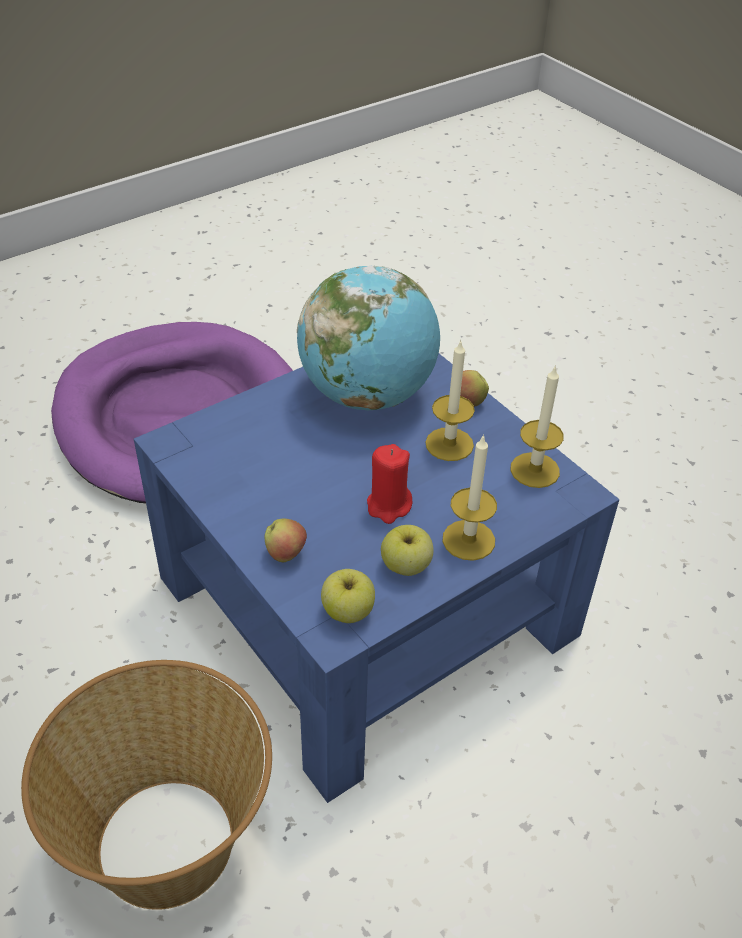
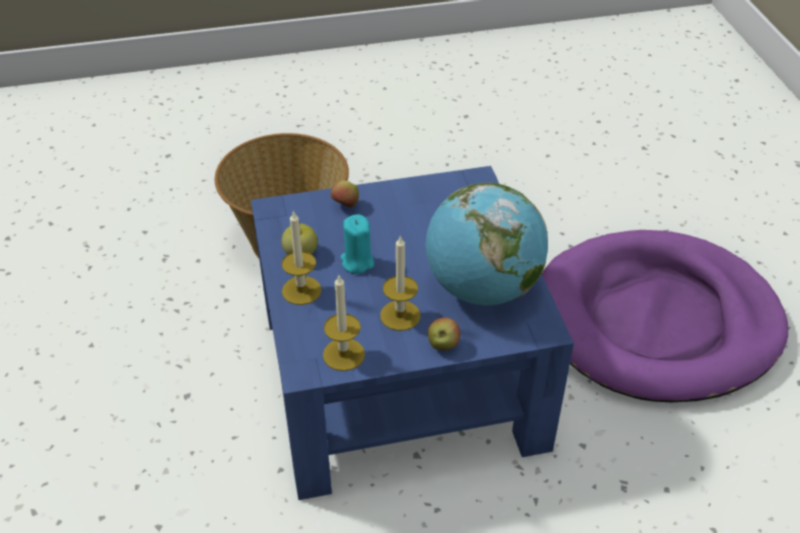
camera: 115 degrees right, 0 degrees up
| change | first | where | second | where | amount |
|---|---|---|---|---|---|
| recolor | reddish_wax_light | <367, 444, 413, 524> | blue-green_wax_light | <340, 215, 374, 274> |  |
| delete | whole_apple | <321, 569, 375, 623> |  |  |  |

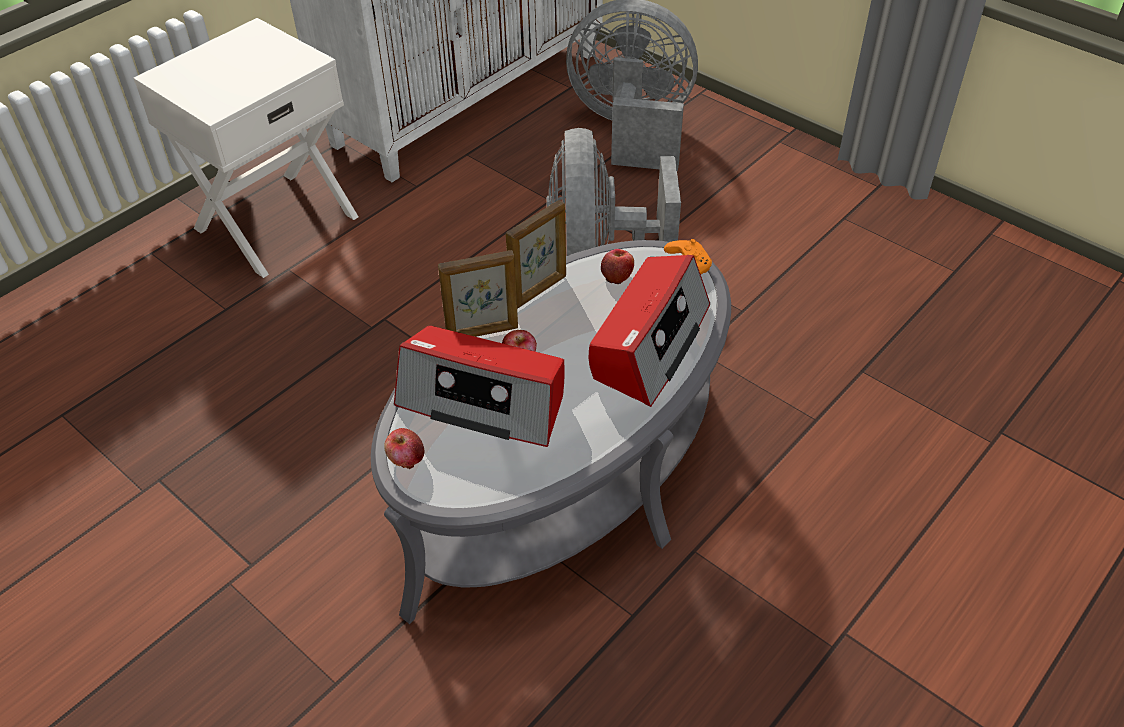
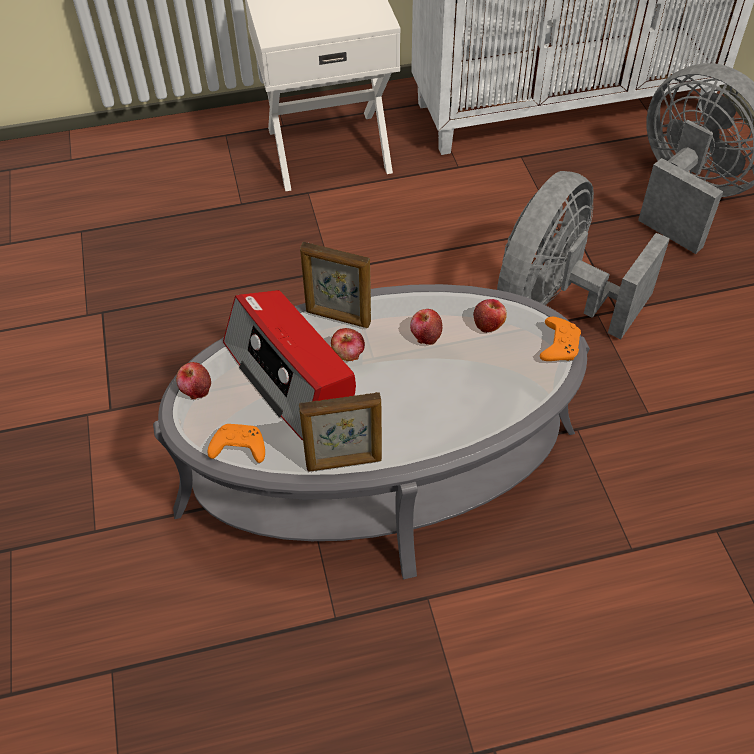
camera: 35 degrees right, 5 degrees up
| change | first | where | second | where | amount |
|---|---|---|---|---|---|
| move | standing_frame | <506, 200, 566, 309> |  | <299, 392, 382, 471> |  |
| delete | radio | <589, 255, 710, 407> |  |  |  |
| insert |  |  | whole_apple | <410, 309, 442, 345> |  |
| insert |  |  | orange-coloured_gamepad | <208, 424, 265, 463> |  |

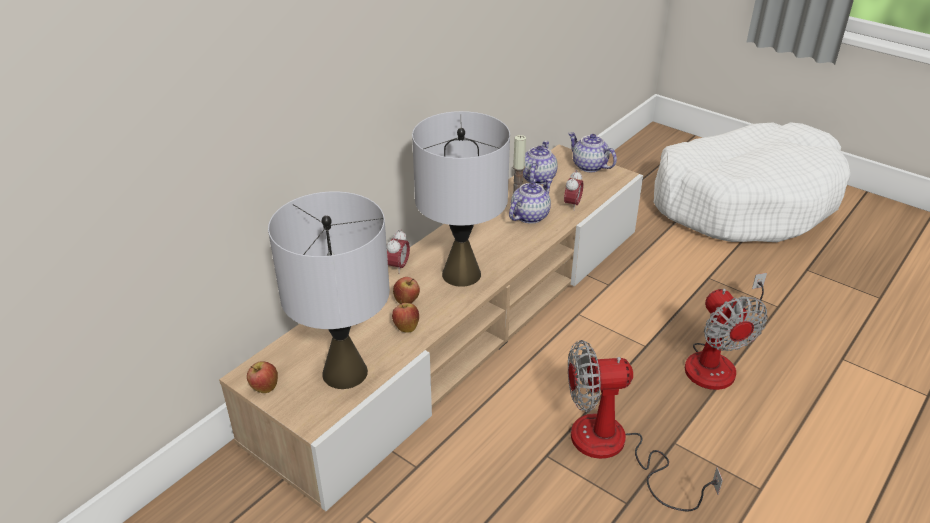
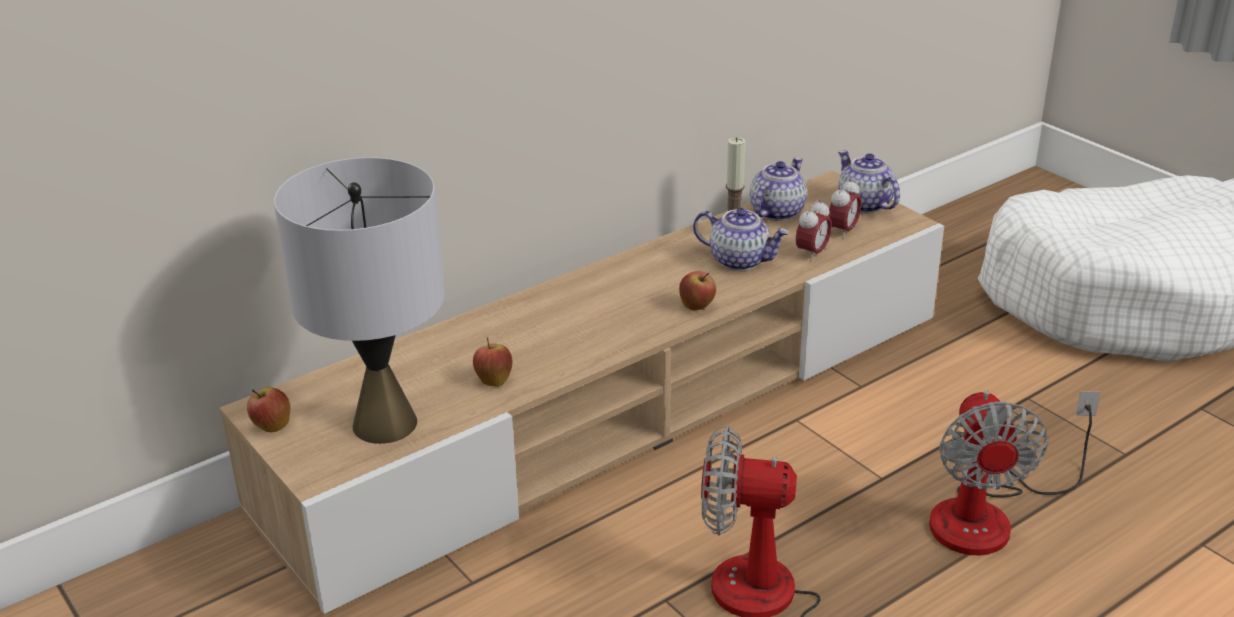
camera: 15 degrees right, 5 degrees down
| change | first | where | second | where | amount |
|---|---|---|---|---|---|
| delete | gray_lamp_for_a_table | <412, 111, 510, 287> |  |  |  |
| rotate | teapot | <509, 179, 552, 224> |  | <693, 208, 790, 271> | 60 degrees clockwise |
| move | table_clock | <387, 230, 410, 274> |  | <828, 178, 862, 239> |  |
| move | whole_apple | <393, 277, 420, 304> |  | <679, 271, 716, 311> |  |

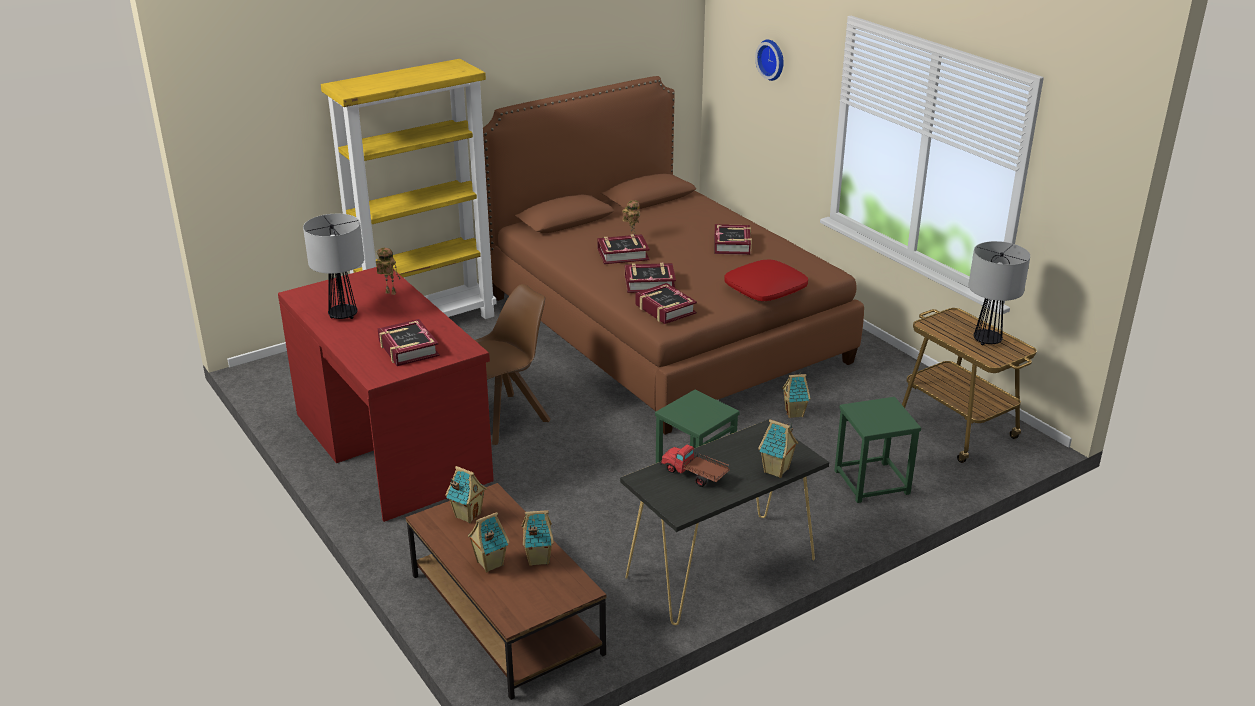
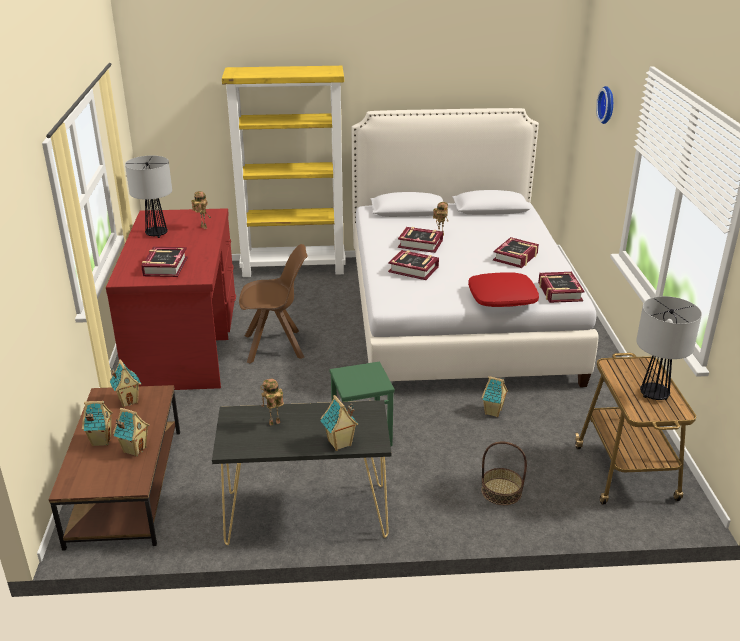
camera: 30 degrees right, 0 degrees up
| change | first | where | second | where | amount |
|---|---|---|---|---|---|
| recolor | brown-coloured_bedroom_bed | <483, 76, 864, 435> | whitish_bedroom_bed | <351, 108, 598, 387> |  |
| move | volume | <635, 283, 697, 324> |  | <538, 272, 584, 303> |  |
| replace | green-coloured_stool | <834, 397, 921, 503> | storage_basket | <481, 441, 527, 505> |  |
| replace | toy_lorry | <660, 445, 730, 487> | robot_figure | <261, 379, 284, 426> |  |

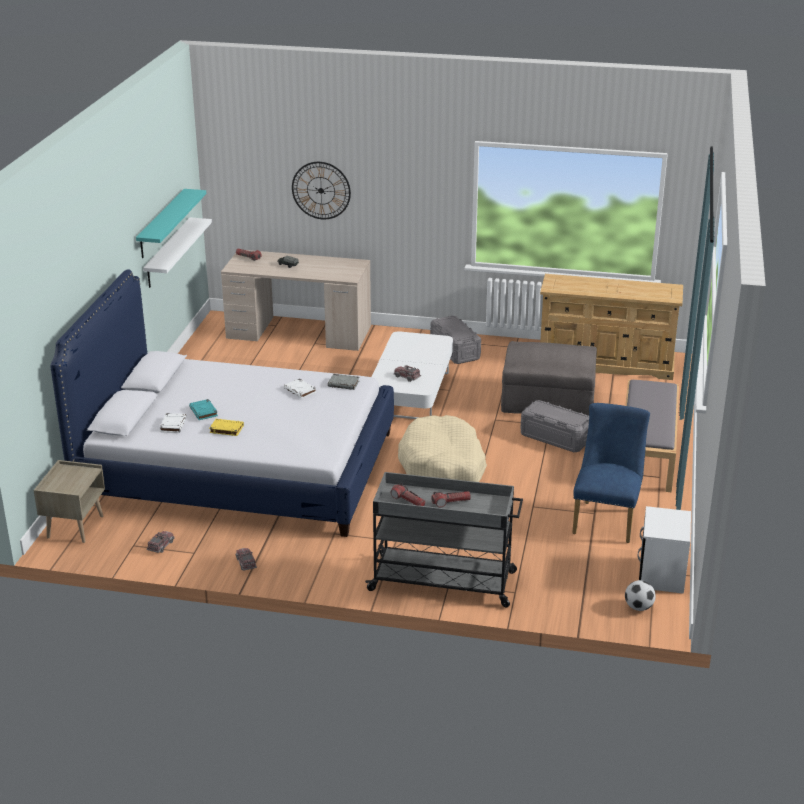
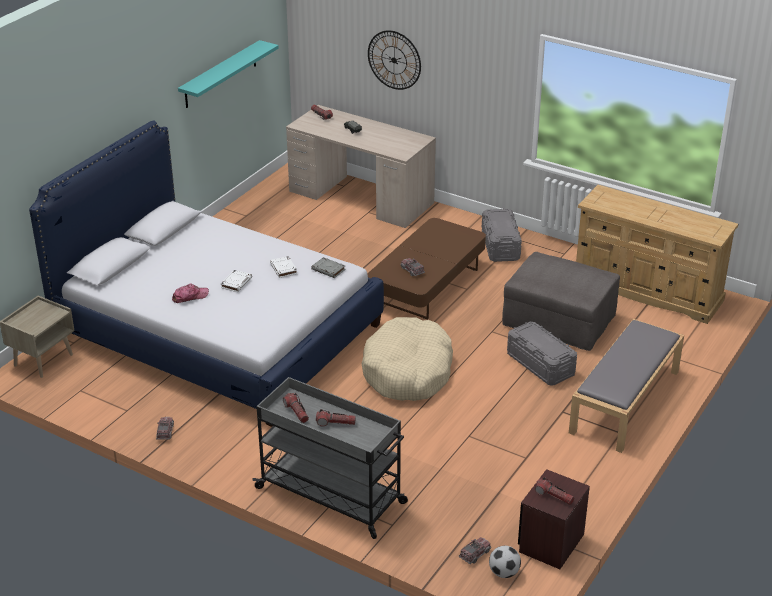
camera: 20 degrees right, 5 degrees up
| change | first | where | second | where | amount |
|---|---|---|---|---|---|
| delete | whitish_bracket_shelf | <143, 217, 212, 288> |  |  |  |
| recolor | whitish_low_table | <372, 331, 453, 419> | brown-coloured_low_table | <368, 218, 486, 319> |  |
| delete | blue-green_volume | <189, 399, 218, 420> |  |  |  |
| delete | blue_chair | <572, 403, 650, 543> |  |  |  |
| move | whitish_volume | <160, 413, 187, 433> |  | <221, 270, 252, 292> |  |
| replace | yellow-coloured_volume | <209, 419, 244, 436> | peaked_cap | <172, 283, 209, 303> |  |
| recolor | whitish_night_table | <637, 506, 691, 594> | brown-coloured_night_table | <518, 469, 590, 569> |  |
| move | toy_lorry | <147, 531, 174, 553> |  | <458, 537, 491, 564> |  |
| insert |  |  | flashlight | <535, 477, 574, 505> |  |

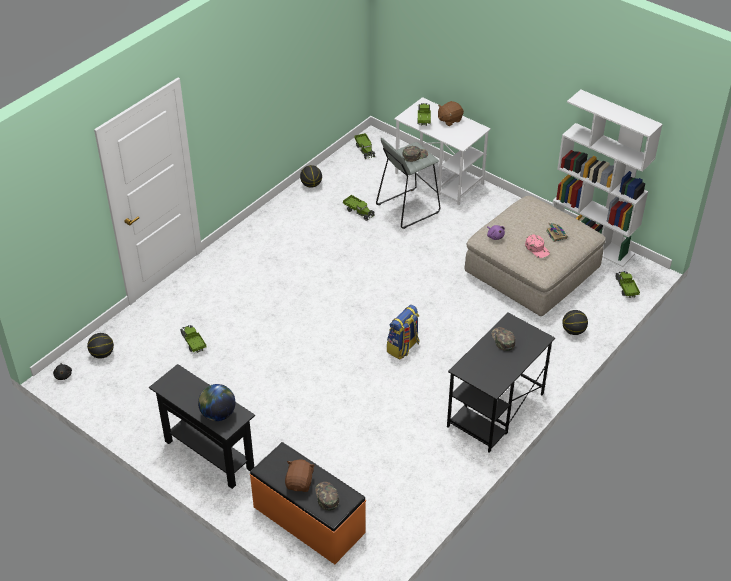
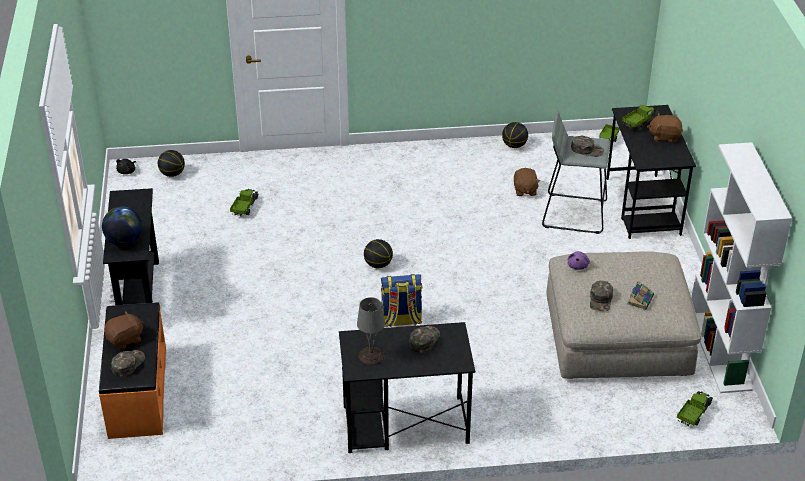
camera: 45 degrees right, 5 degrees down
| change | first | where | second | where | amount |
|---|---|---|---|---|---|
| recolor | whitish_desk | <394, 97, 491, 205> | black_desk | <606, 105, 696, 239> |  |
| replace | toy_lorry | <343, 195, 375, 221> | brown-coloured_plush_toy | <514, 168, 540, 196> |  |
| recolor | pink_peaked_cap | <525, 234, 550, 258> | green-coloured_peaked_cap | <590, 281, 613, 311> |  |
| move | basketball_ball | <562, 310, 588, 335> |  | <364, 239, 393, 268> |  |
| insert |  |  | gray_lamp_for_a_table | <357, 297, 385, 366> |  |

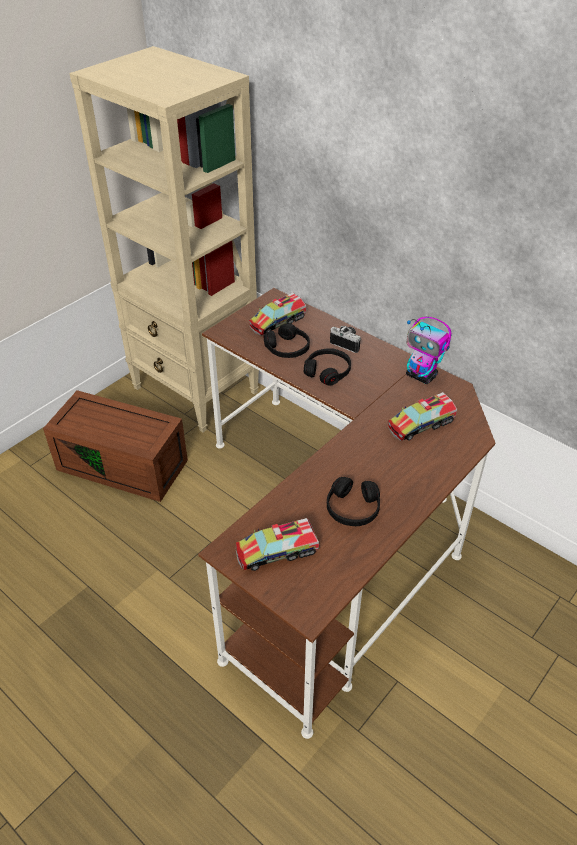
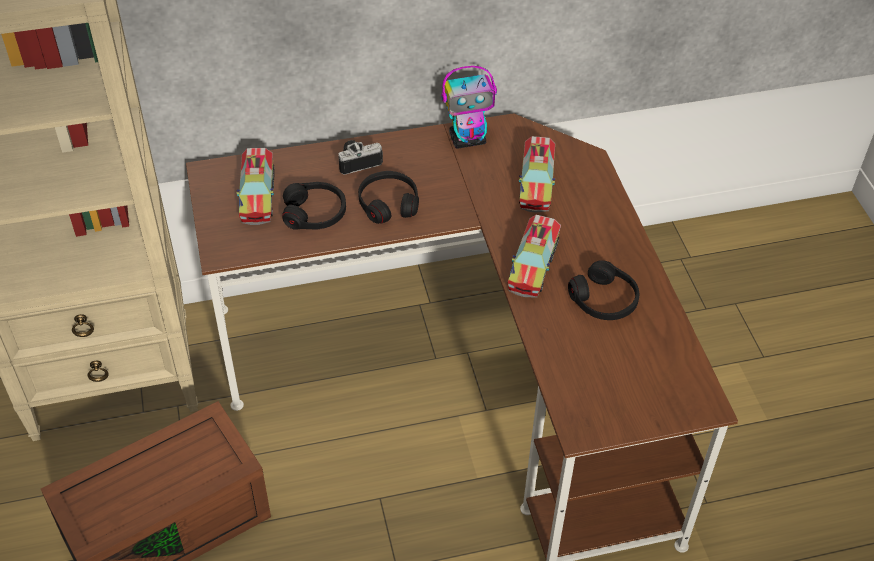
camera: 55 degrees left, 5 degrees up
| change | first | where | second | where | amount |
|---|---|---|---|---|---|
| move | toy_lorry | <235, 518, 320, 571> |  | <507, 215, 561, 298> |  |

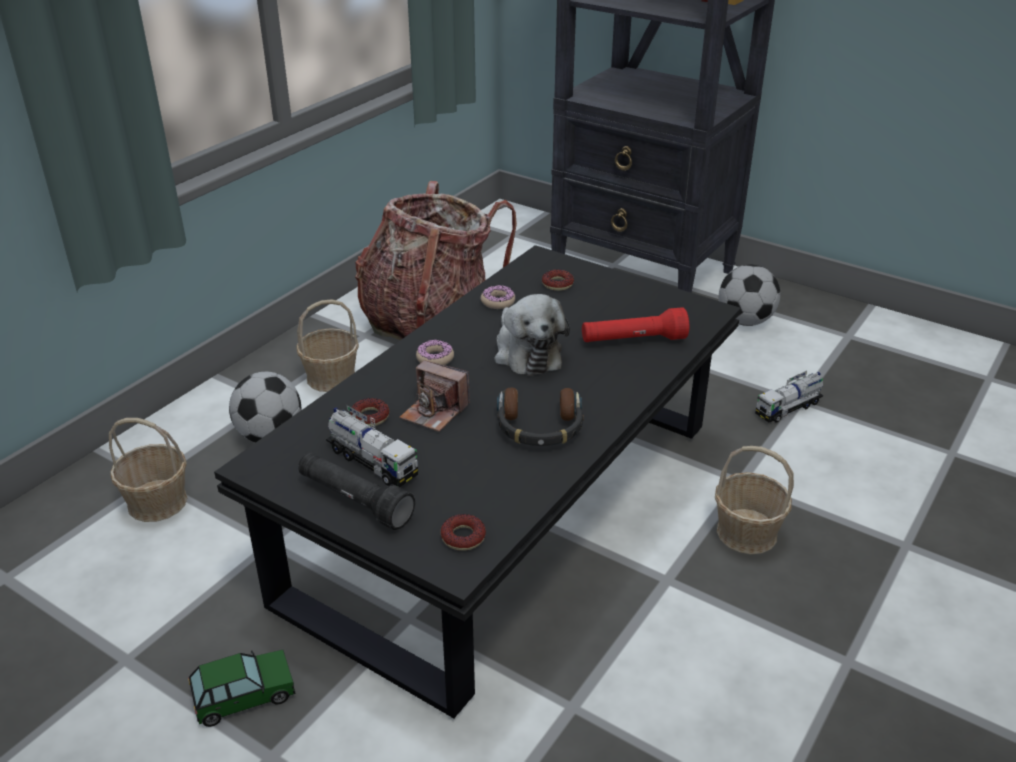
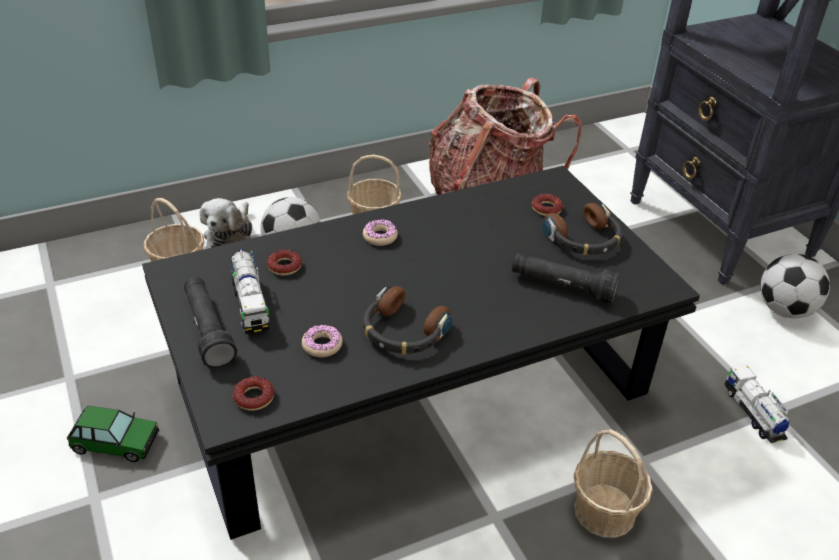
camera: 30 degrees right, 5 degrees up
| change | first | where | second | where | amount |
|---|---|---|---|---|---|
| move | donut | <481, 285, 515, 309> |  | <302, 325, 342, 357> |  |
| move | plush_toy | <495, 294, 570, 376> |  | <200, 198, 252, 249> |  |
| recolor | reddish_flashlight | <582, 307, 689, 342> | black_flashlight | <512, 253, 620, 304> |  |
| delete | still_camera | <399, 360, 470, 432> |  |  |  |
| rotate | toy_lorry | <755, 371, 823, 423> |  | <724, 365, 790, 443> | 75 degrees clockwise |
| insert |  |  | pair_of_headphones | <542, 203, 622, 255> |  |

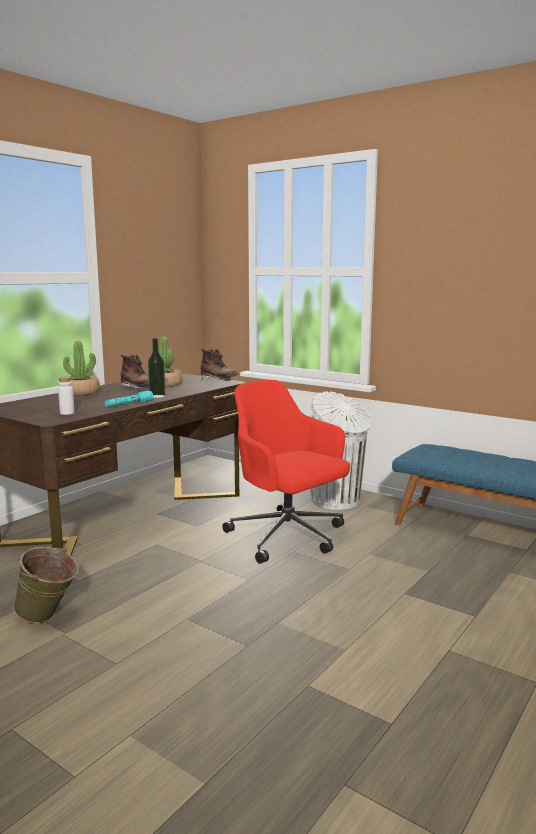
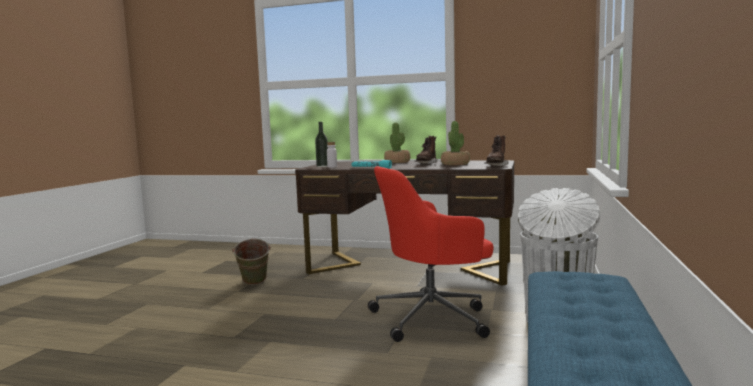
camera: 70 degrees right, 5 degrees down
| change | first | where | second | where | amount |
|---|---|---|---|---|---|
| move | drink_bottle | <148, 338, 165, 398> |  | <315, 122, 328, 167> |  |
| rotate | reddish_computer_chair | <222, 380, 350, 564> |  | <368, 166, 493, 342> | 135 degrees counterclockwise |

